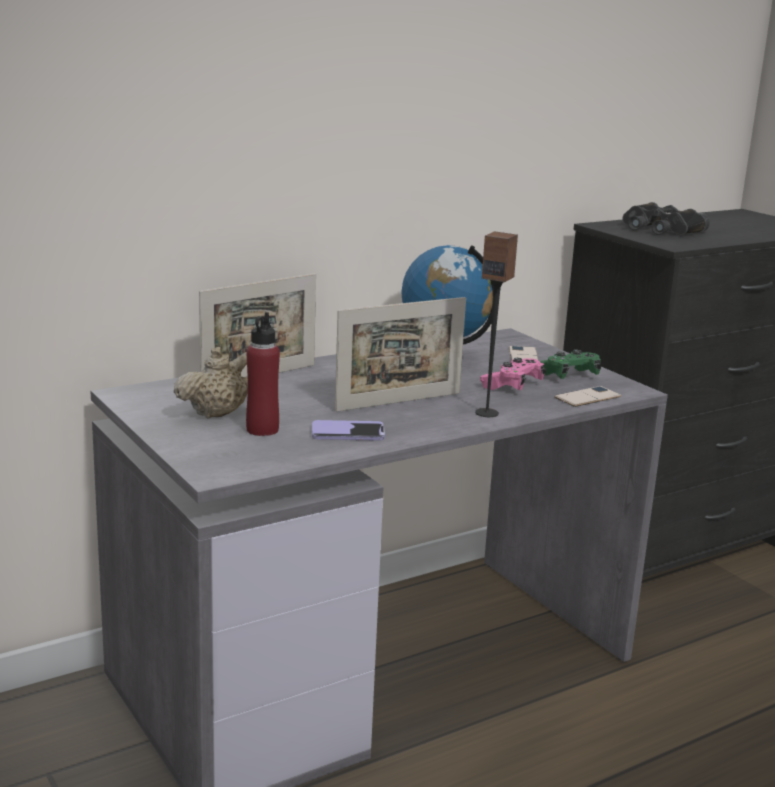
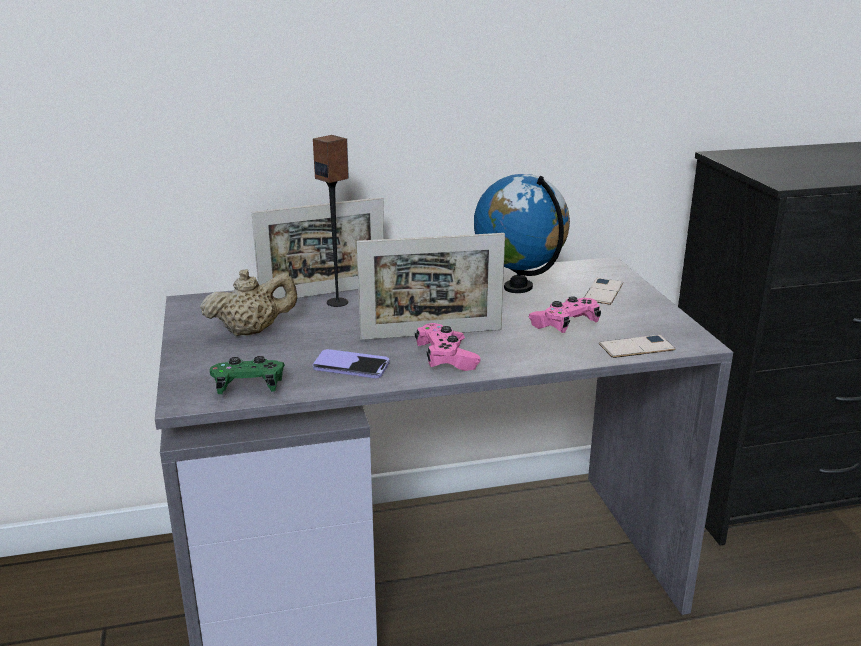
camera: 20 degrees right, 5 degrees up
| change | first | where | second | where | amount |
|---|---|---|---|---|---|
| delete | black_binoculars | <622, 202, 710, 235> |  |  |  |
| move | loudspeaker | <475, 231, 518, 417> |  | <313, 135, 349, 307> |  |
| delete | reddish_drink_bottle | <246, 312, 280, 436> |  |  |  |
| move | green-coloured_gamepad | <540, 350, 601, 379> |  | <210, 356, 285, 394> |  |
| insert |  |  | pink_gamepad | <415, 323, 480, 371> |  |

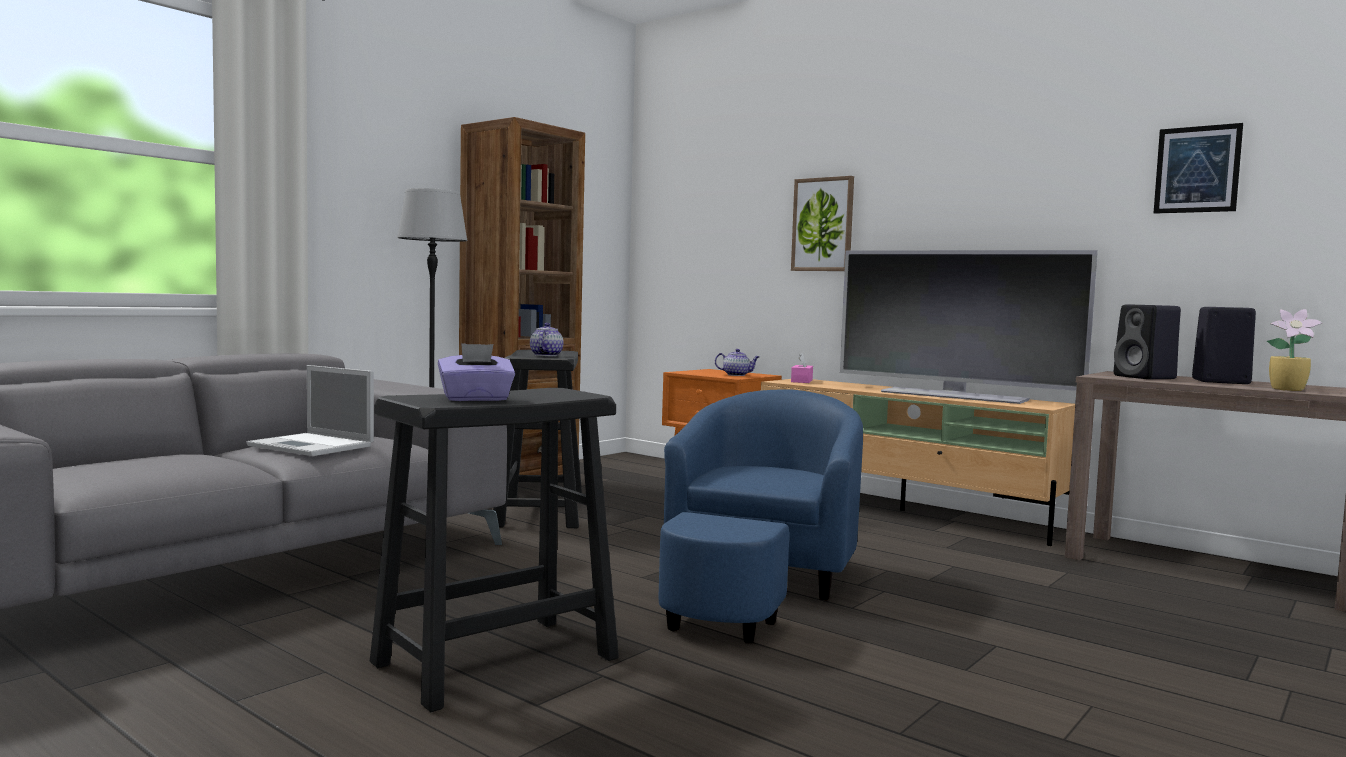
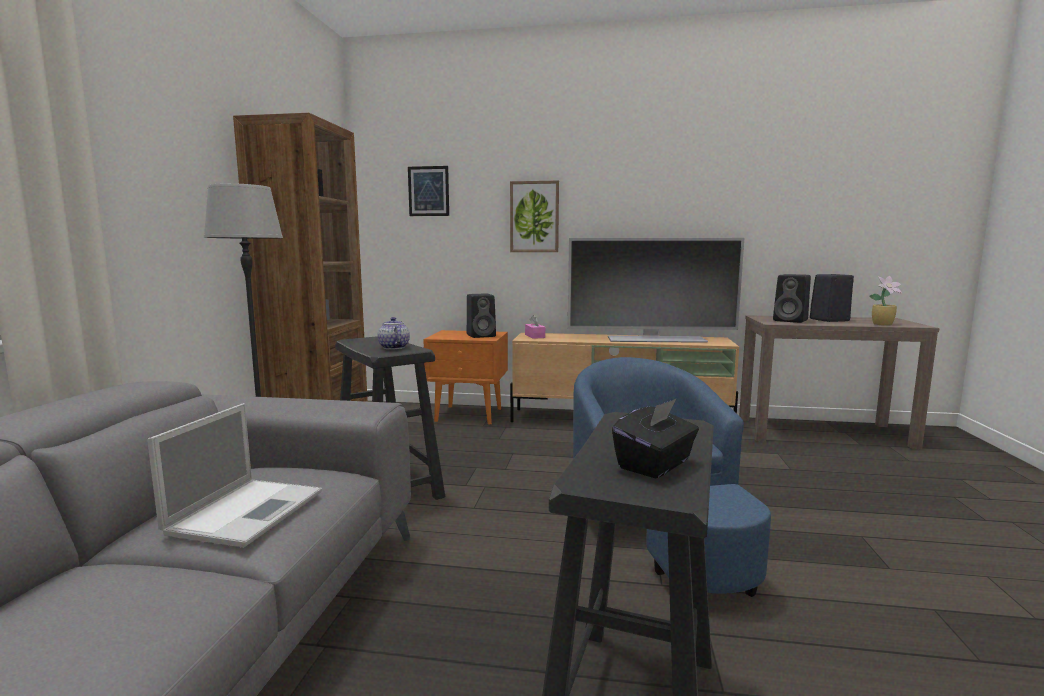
camera: 30 degrees left, 5 degrees up
| change | first | where | second | where | amount |
|---|---|---|---|---|---|
| move | wall_art | <1154, 123, 1243, 214> |  | <408, 166, 449, 216> |  |
| recolor | purple_box_of_tissues | <438, 343, 515, 401> | black_box_of_tissues | <612, 398, 699, 479> |  |
| replace | teapot | <715, 349, 759, 376> | black_loudspeaker | <467, 293, 496, 338> |  |
| rotate | notebook_computer | <247, 365, 374, 456> |  | <147, 403, 322, 547> | 75 degrees counterclockwise |

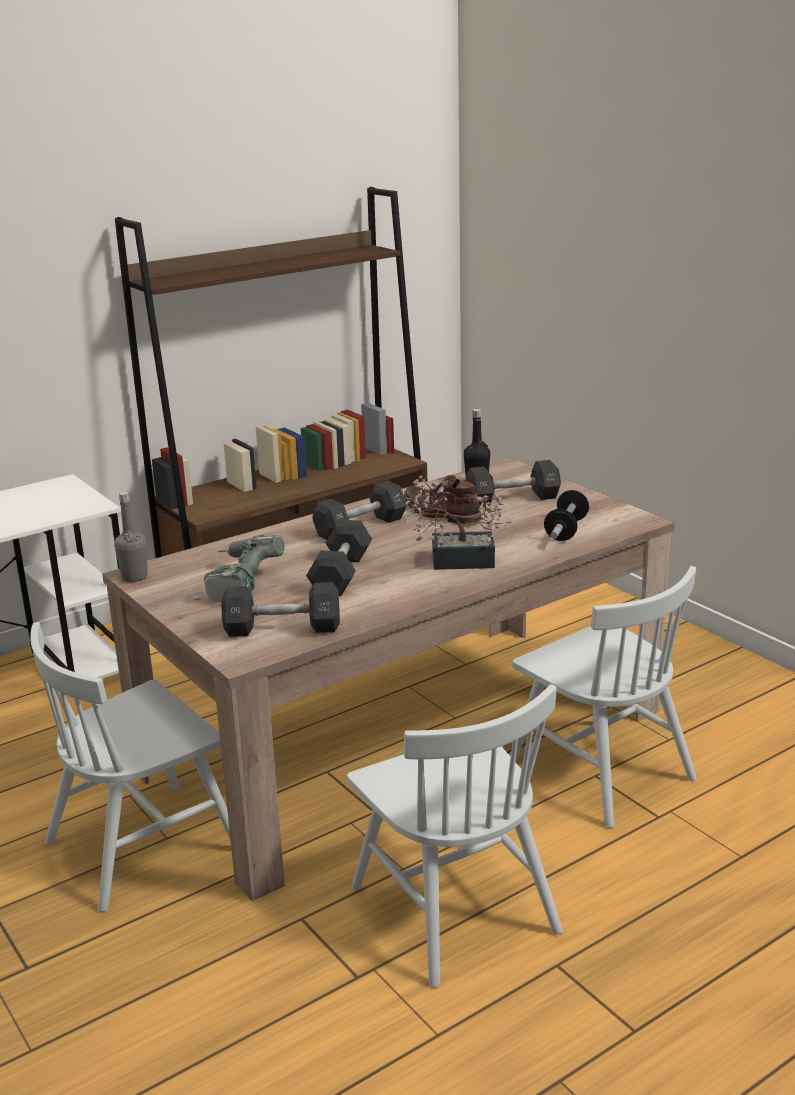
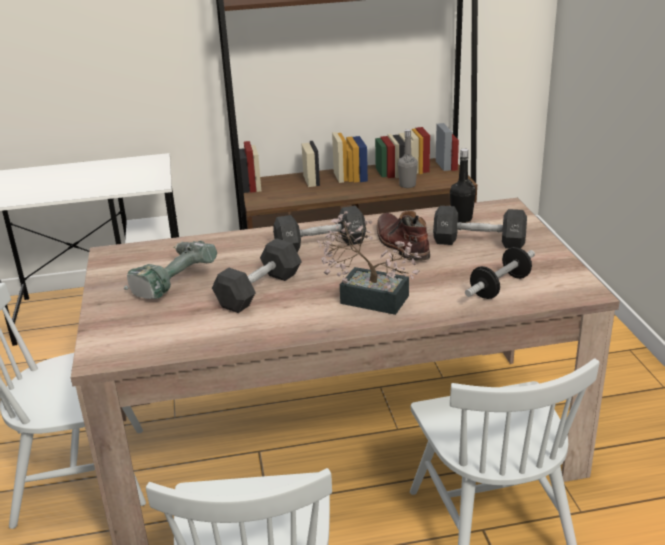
camera: 25 degrees right, 5 degrees up
| change | first | where | second | where | amount |
|---|---|---|---|---|---|
| move | gray_drink_bottle | <114, 491, 148, 582> |  | <398, 129, 418, 188> |  |
| delete | black_hand_weight | <221, 582, 340, 637> |  |  |  |

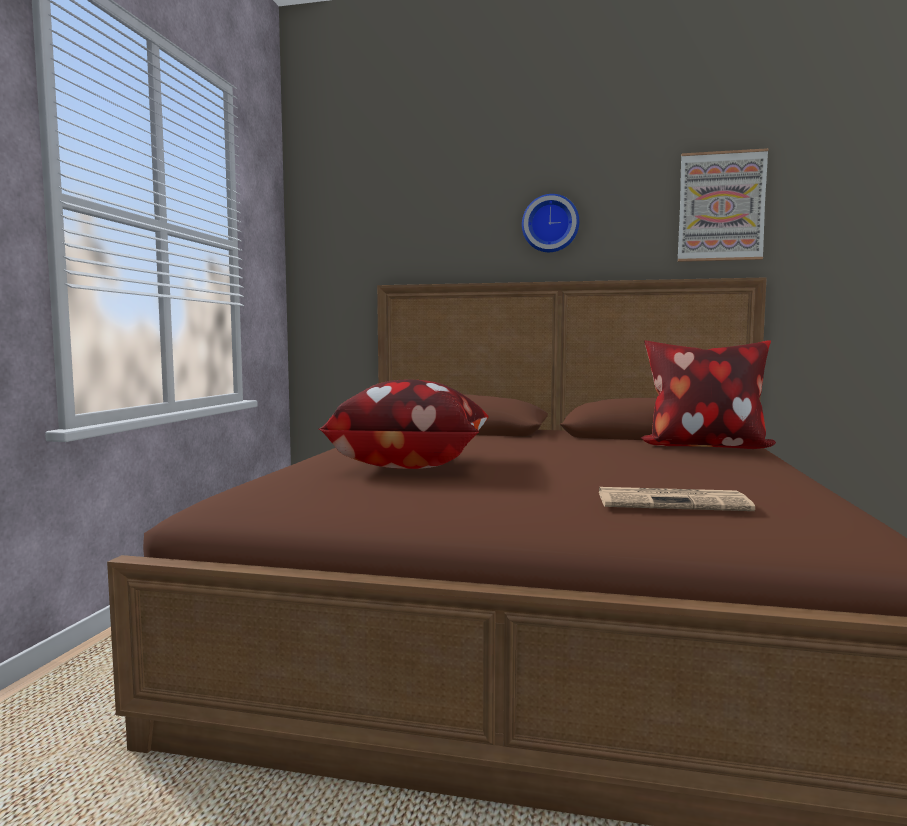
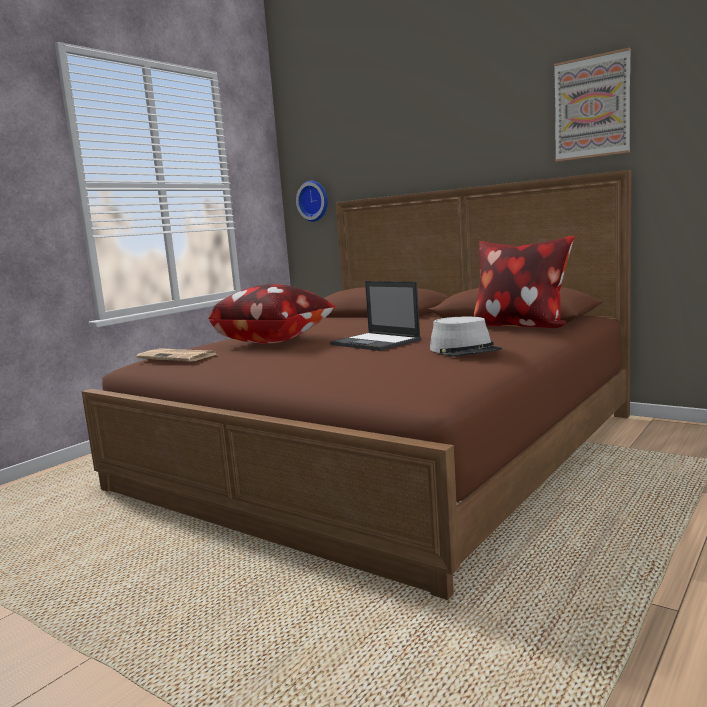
camera: 25 degrees right, 5 degrees up
| change | first | where | second | where | amount |
|---|---|---|---|---|---|
| move | hanging_clock | <522, 194, 579, 252> |  | <296, 181, 328, 222> |  |
| move | printed_paper | <599, 487, 755, 511> |  | <136, 348, 216, 361> |  |
| insert |  |  | notebook_computer | <330, 281, 421, 351> |  |
| insert |  |  | gray_clothing_hat | <430, 316, 502, 357> |  |

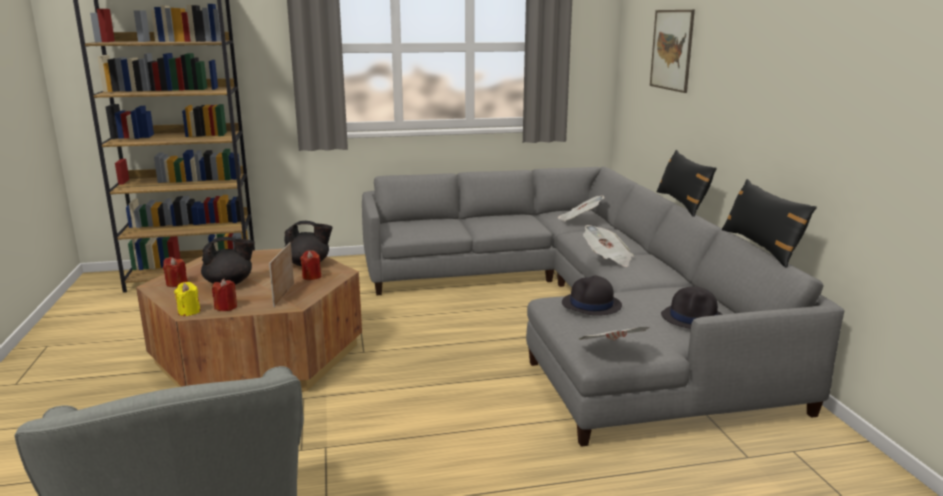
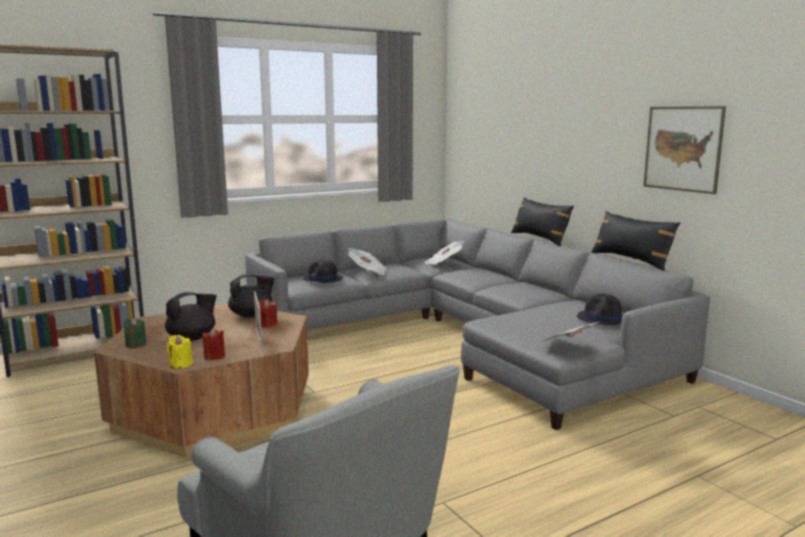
camera: 20 degrees left, 5 degrees down
| change | first | where | second | where | amount |
|---|---|---|---|---|---|
| move | wall_art | <650, 10, 695, 93> |  | <643, 106, 726, 194> |  |
| move | printed_paper | <583, 225, 634, 267> |  | <348, 248, 386, 275> |  |
| recolor | reddish_wax_light | <163, 257, 188, 287> | green-coloured_wax_light | <123, 318, 146, 348> |  |
| move | black_clothing_hat | <562, 276, 622, 316> |  | <303, 259, 343, 283> |  |

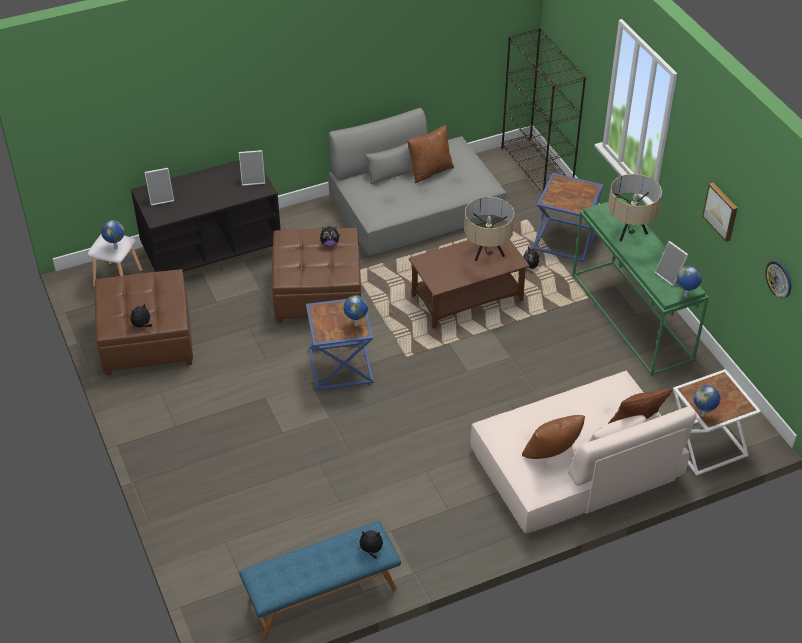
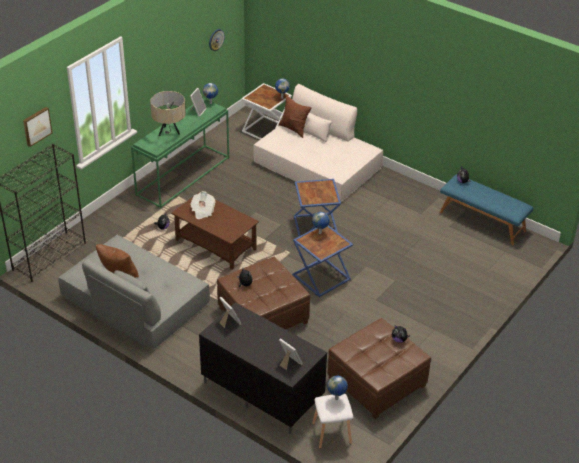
camera: 120 degrees left, 5 degrees down
| change | first | where | second | where | amount |
|---|---|---|---|---|---|
| move | blue_side_table | <533, 173, 604, 262> |  | <294, 179, 341, 236> |  |
| move | wall_art | <702, 183, 738, 242> |  | <23, 107, 52, 147> |  |
| replace | beige-coloured_lamp_for_a_table | <464, 197, 514, 261> | printed_paper | <190, 191, 216, 219> |  |
| delete | brown-coloured_cushion | <522, 415, 586, 459> |  |  |  |

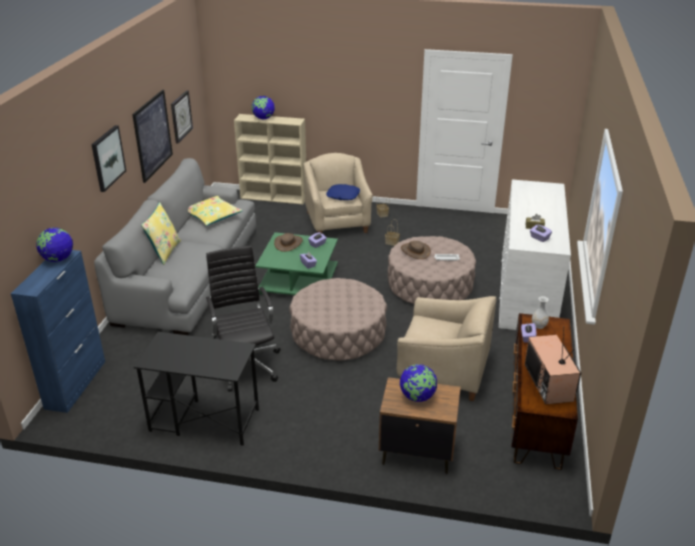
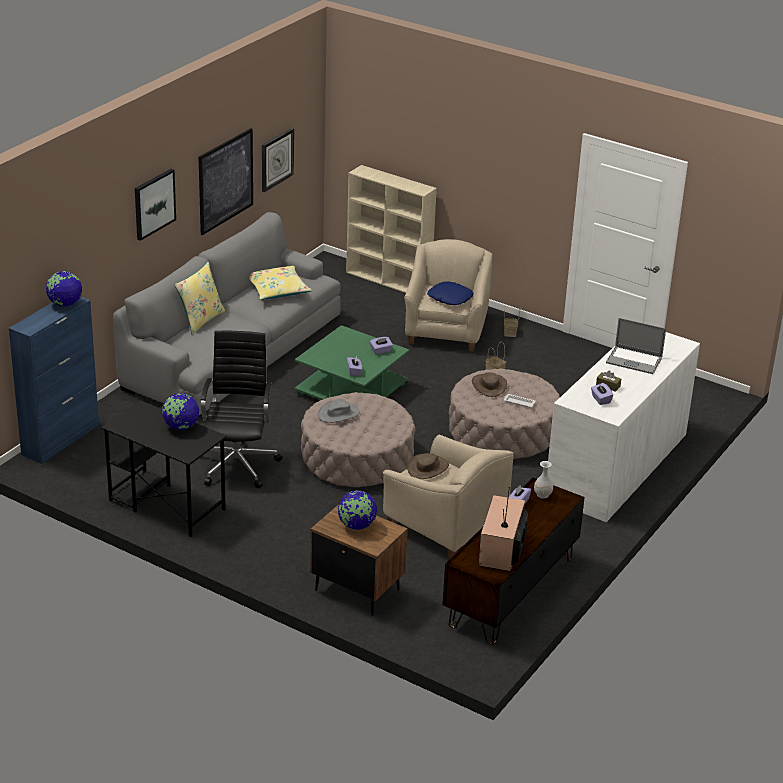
camera: 20 degrees right, 0 degrees up
| change | first | where | second | where | amount |
|---|---|---|---|---|---|
| move | desk_globe | <251, 96, 275, 119> |  | <162, 393, 199, 430> |  |
| move | brown-coloured_clothing_hat | <274, 233, 303, 252> |  | <407, 453, 449, 479> |  |
| insert |  |  | notebook_computer | <606, 318, 666, 374> |  |
| insert |  |  | gray_clothing_hat | <318, 399, 360, 423> |  |

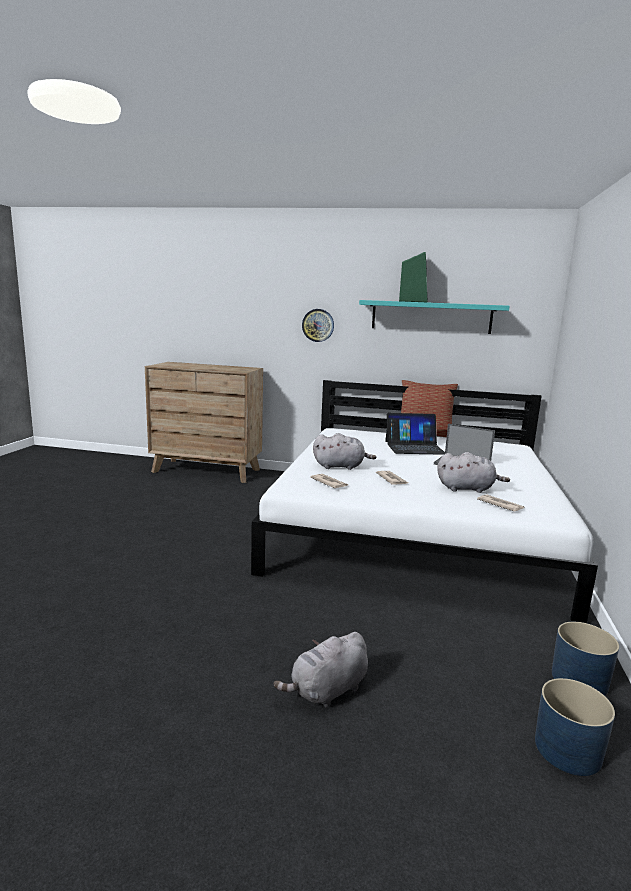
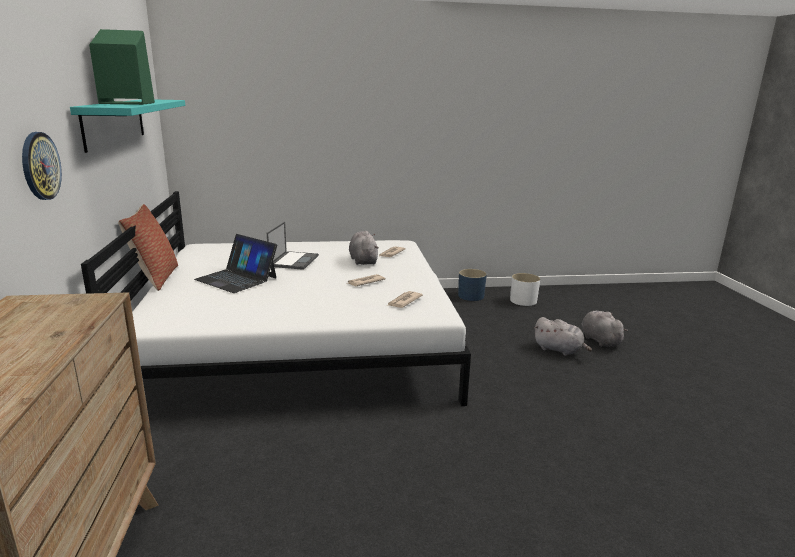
camera: 110 degrees left, 5 degrees up
| change | first | where | second | where | amount |
|---|---|---|---|---|---|
| rotate | notebook_computer | <385, 413, 445, 455> |  | <194, 234, 277, 293> | 150 degrees clockwise |
| move | gray_plush_toy | <313, 433, 376, 470> |  | <581, 311, 628, 347> |  |
| recolor | blue_flower_pot | <535, 678, 615, 776> | whitish_flower_pot | <510, 273, 540, 306> |  |

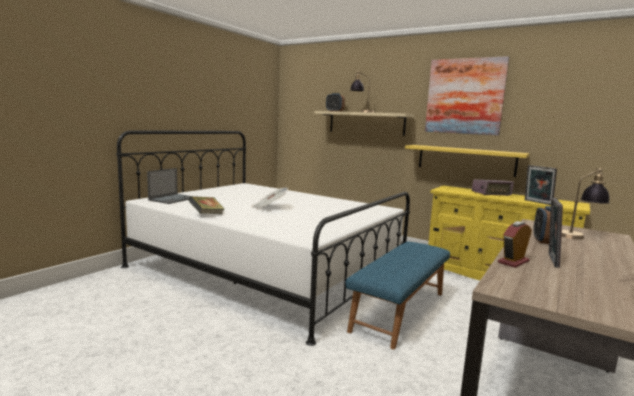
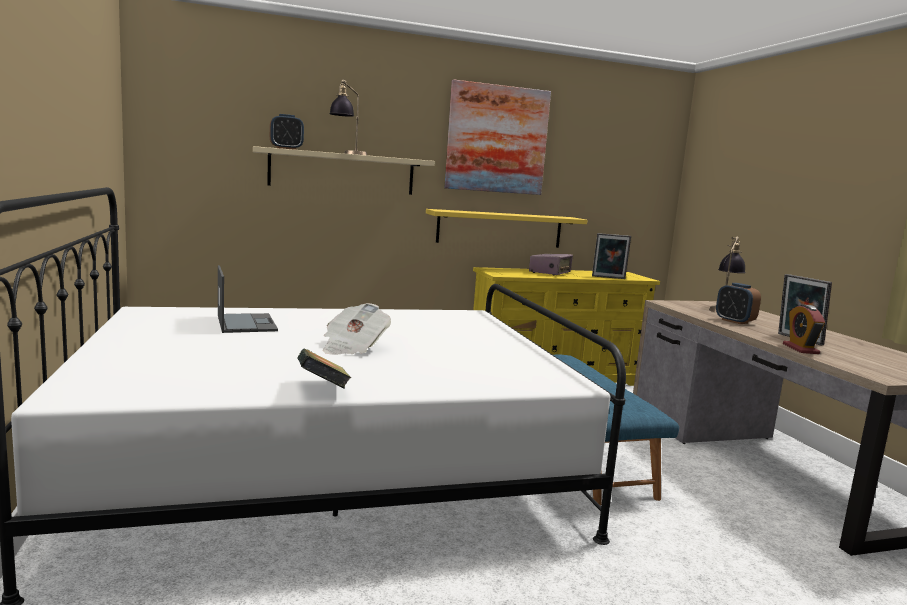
camera: 50 degrees left, 0 degrees up
| change | first | where | second | where | amount |
|---|---|---|---|---|---|
| move | notebook_computer | <147, 168, 190, 204> |  | <218, 265, 278, 333> |  |

